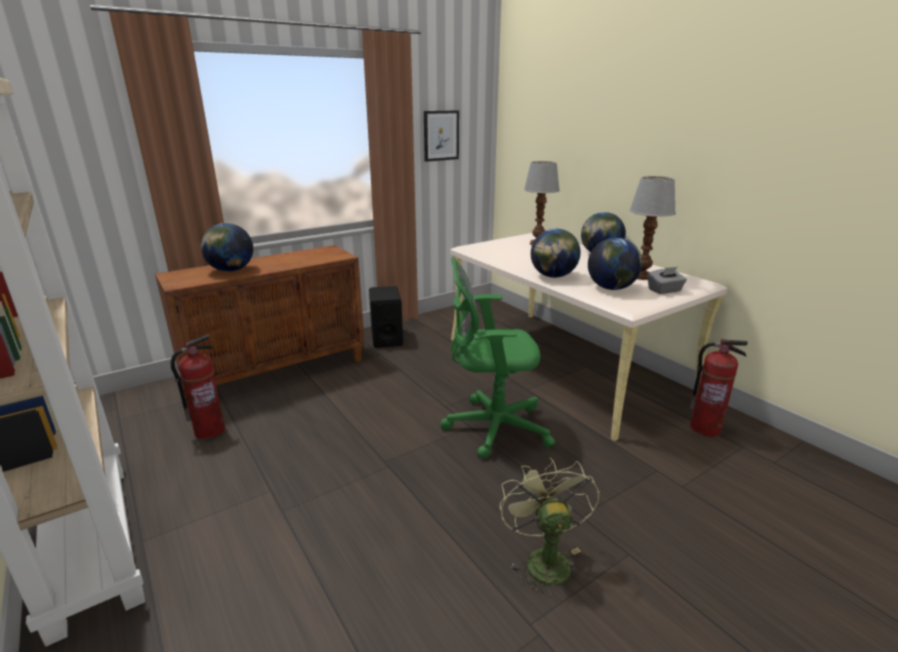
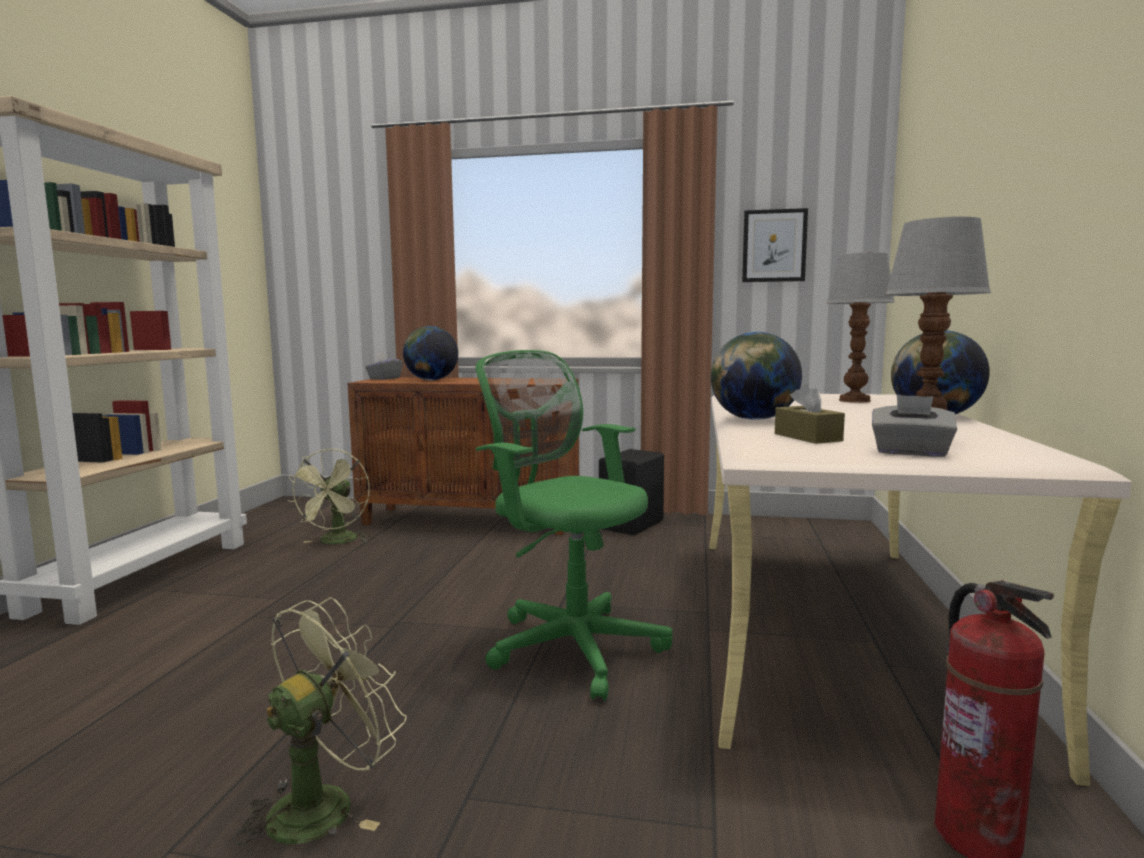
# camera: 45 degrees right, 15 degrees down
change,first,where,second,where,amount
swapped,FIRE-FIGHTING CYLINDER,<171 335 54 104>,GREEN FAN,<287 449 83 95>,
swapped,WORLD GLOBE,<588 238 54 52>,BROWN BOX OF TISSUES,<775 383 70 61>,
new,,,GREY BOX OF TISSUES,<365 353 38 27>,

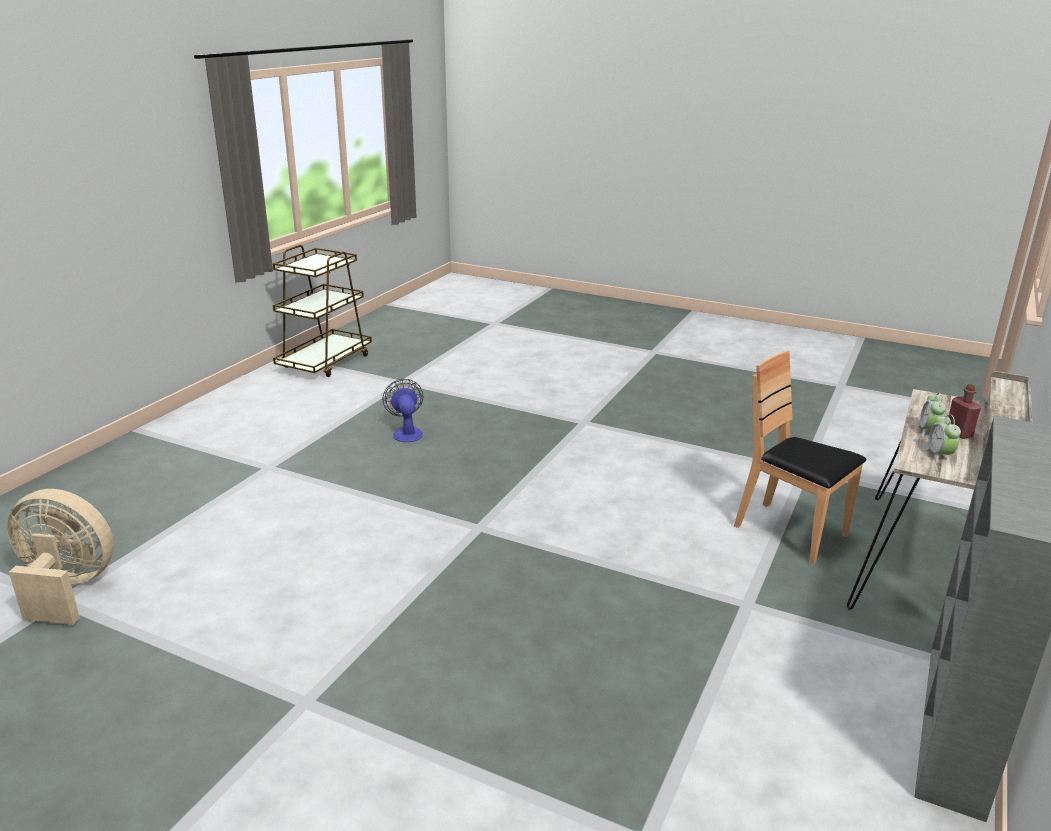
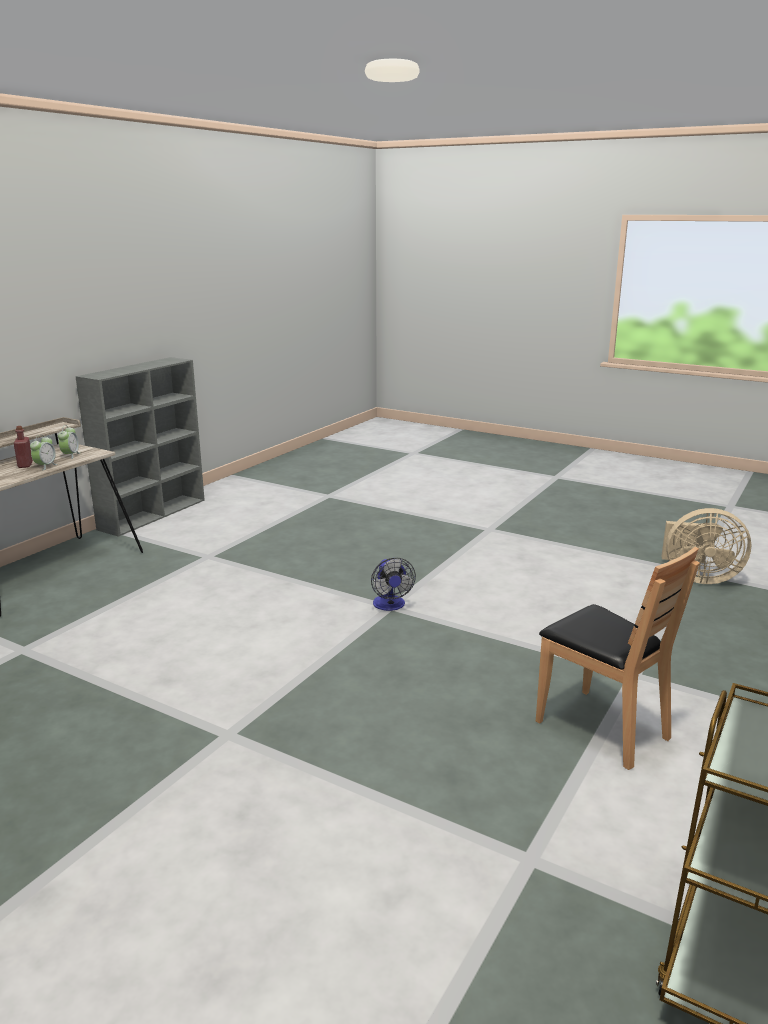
# camera: 175 degrees left, 5 degrees down
change,first,where,second,where,amount
shifted,FAN,<383 379 40 63>,,<371 558 45 53>,
shifted,BROWN CHAIR,<734 350 132 215>,,<536 547 164 223>,

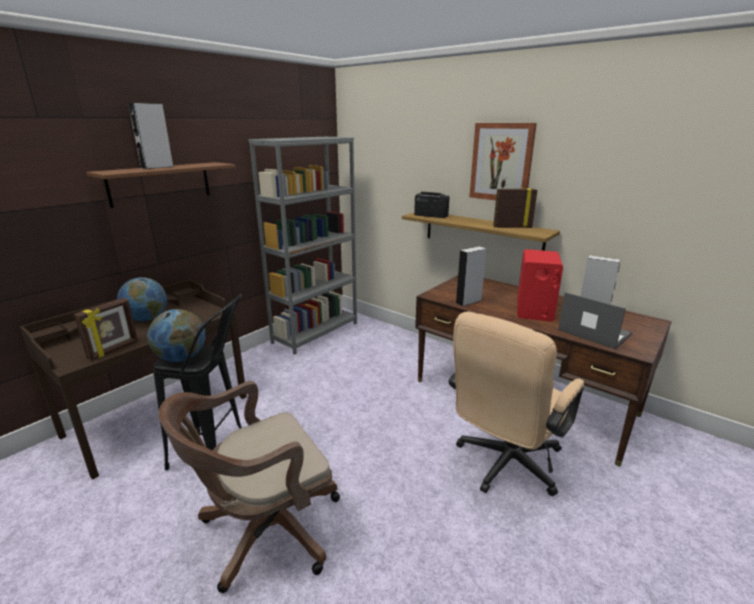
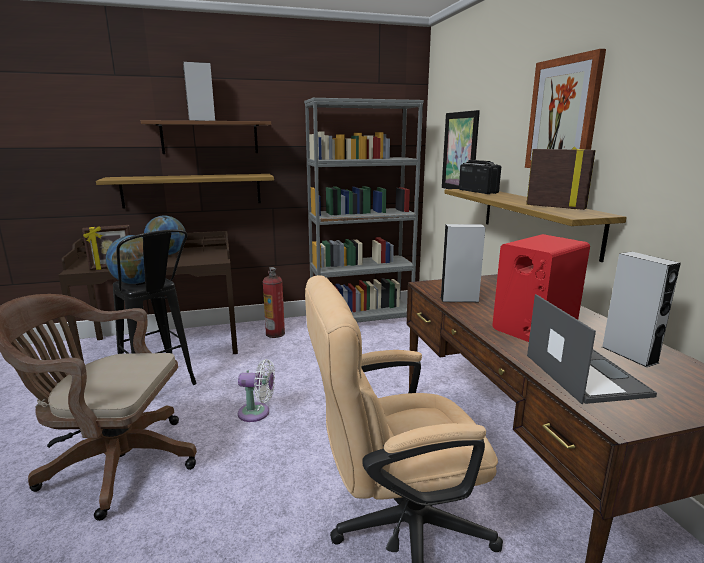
# camera: 35 degrees right, 5 degrees down
change,first,where,second,where,amount
new,,,BRACKET SHELF,<96 174 178 34>,
new,,,WHITE-COLOURED FAN,<238 359 37 63>,
new,,,FIRE-FIGHTING CYLINDER,<263 267 22 71>,
new,,,WALL ART,<442 110 38 79>,

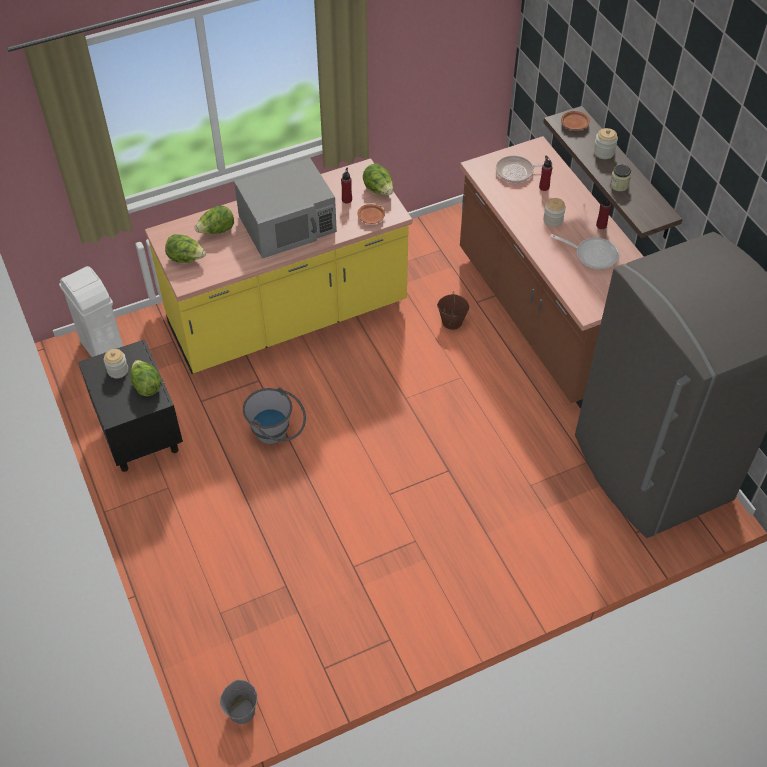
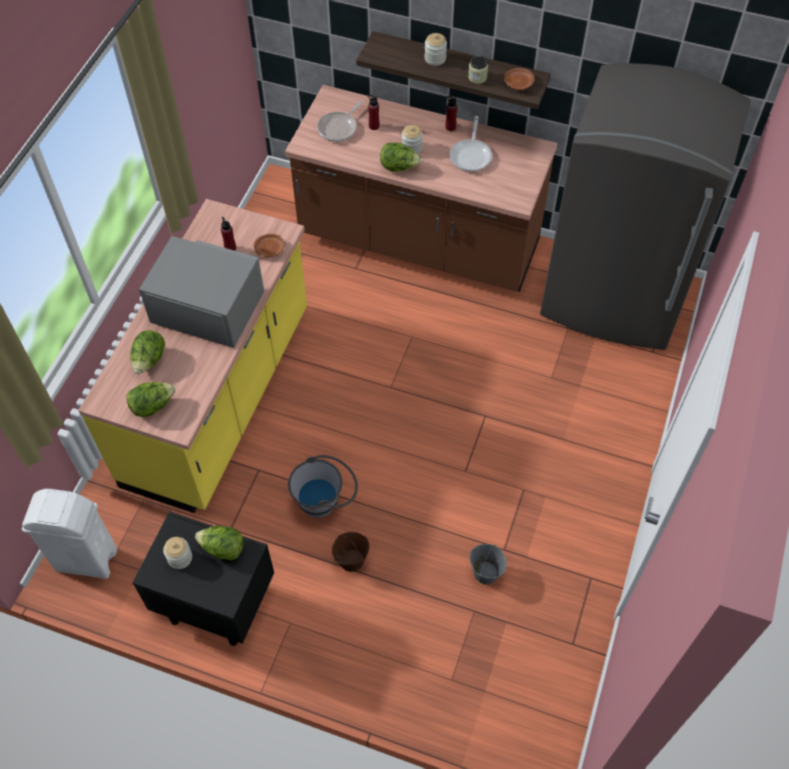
# camera: 45 degrees left, 5 degrees up
change,first,where,second,where,amount
shifted,GREY PAIL,<220 680 37 44>,,<470 544 37 40>,
rotated,GREY MICROWAVE,<234 158 103 101>,,<139 236 125 112>,90 degrees counterclockwise
shifted,LETTUCE,<363 163 30 32>,,<380 143 42 29>,
shifted,BROWN PAIL,<437 291 32 39>,,<332 532 38 40>,
rotated,FRYING PAN,<550 234 69 36>,,<450 116 42 56>,120 degrees clockwise
shifted,BROWN PLATE,<561 111 29 19>,,<504 68 31 22>,

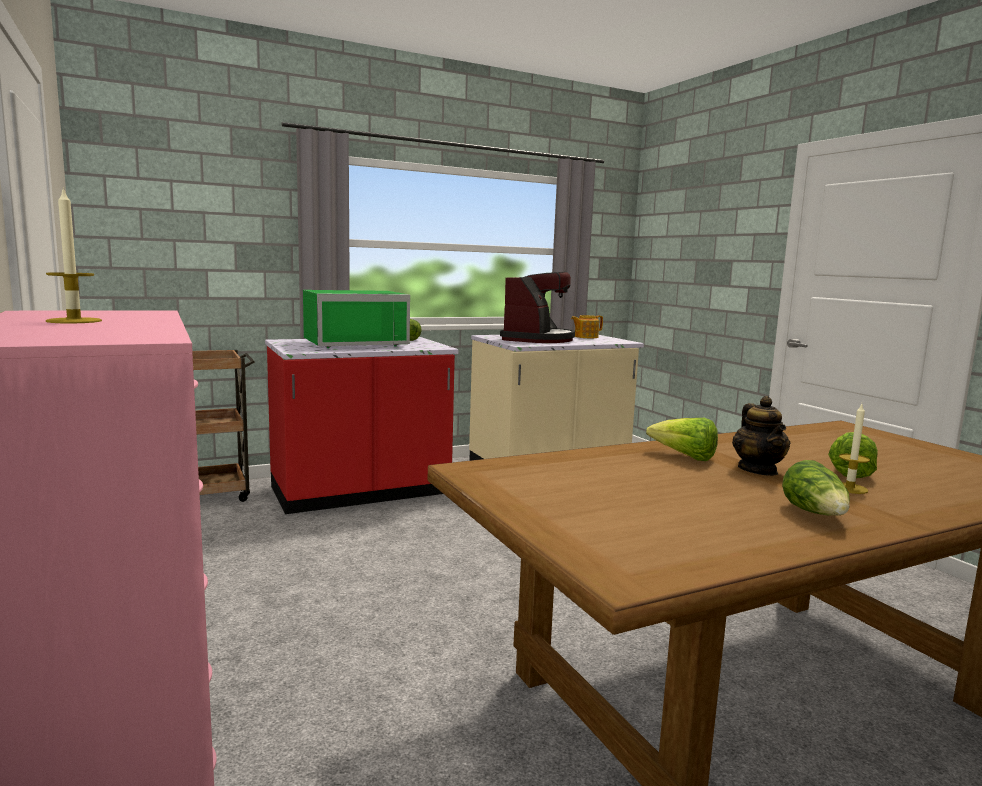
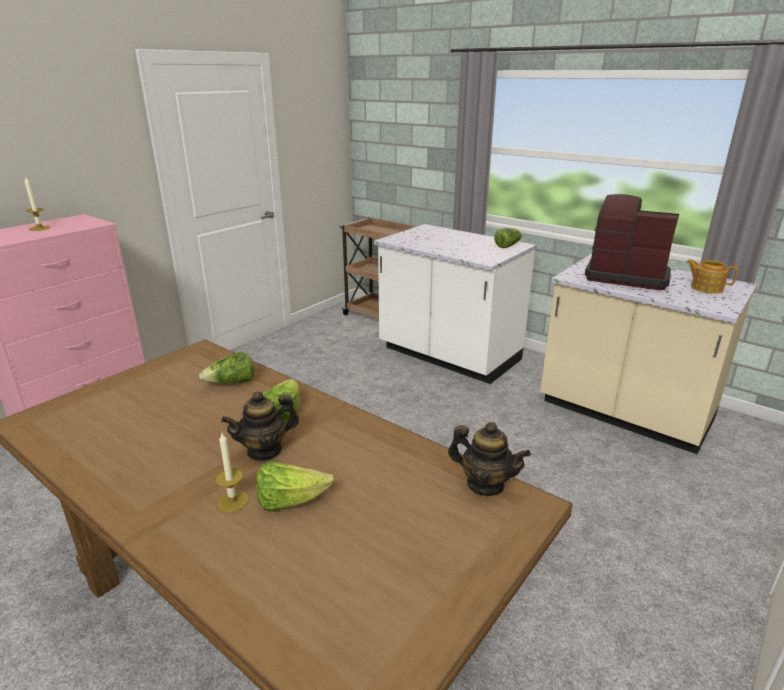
# camera: 65 degrees right, 15 degrees up
change,first,where,second,where,amount
repainted,RED-COLOURED KITCHEN BASE UNIT,<265 337 194 177>,WHITE-COLOURED KITCHEN BASE UNIT,<374 224 163 160>,
gone,GREEN MICROWAVE,<303 290 107 58>,,,
rotated,COFFEE MACHINE,<500 272 75 71>,,<585 194 94 96>,150 degrees counterclockwise
shifted,LETTUCE,<782 460 68 56>,,<199 352 55 32>,
new,,,TEAPOT,<448 422 83 74>,

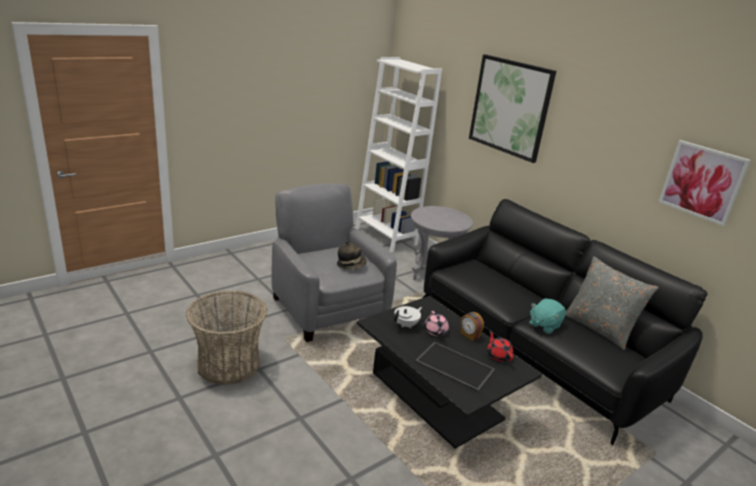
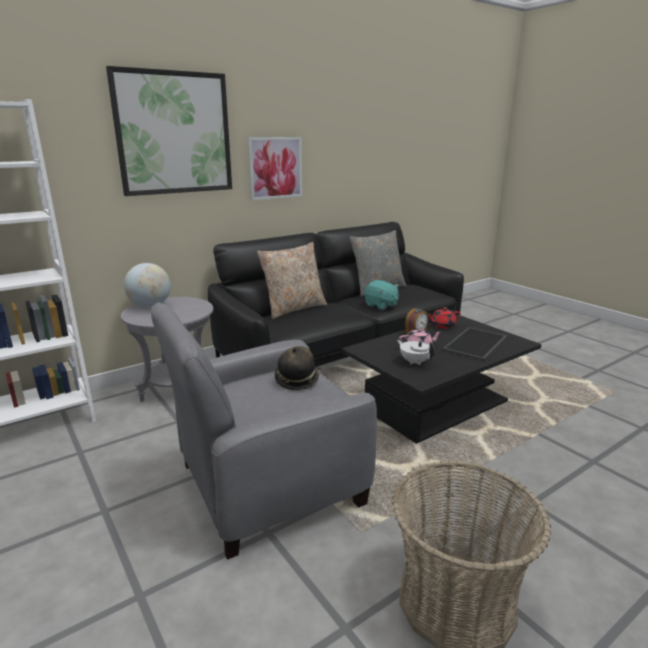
# camera: 85 degrees left, 5 degrees down
change,first,where,second,where,amount
shifted,WALL ART,<658 140 93 86>,,<248 137 54 63>,
new,,,WORLD GLOBE,<124 263 47 45>,
new,,,SAND-COLOURED CUSHION,<257 242 70 77>,

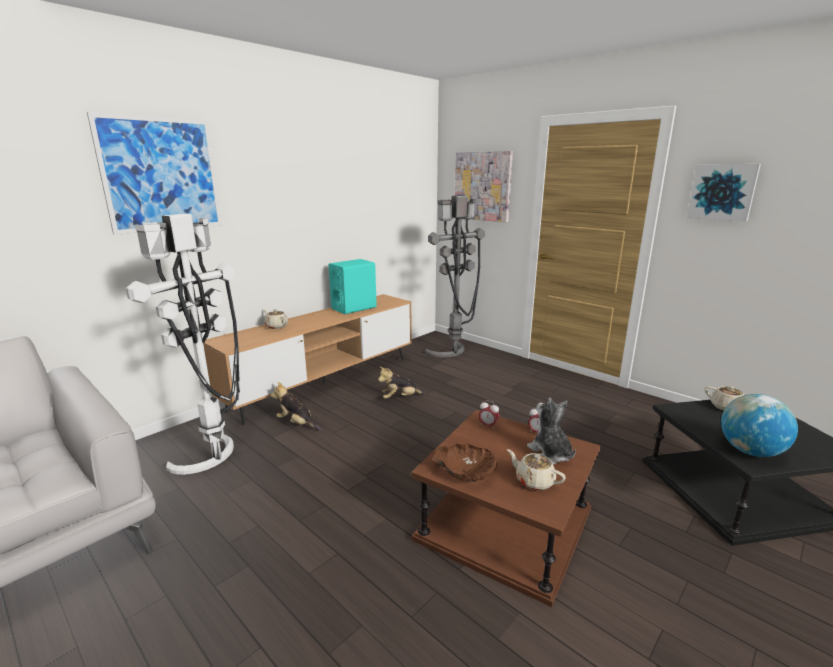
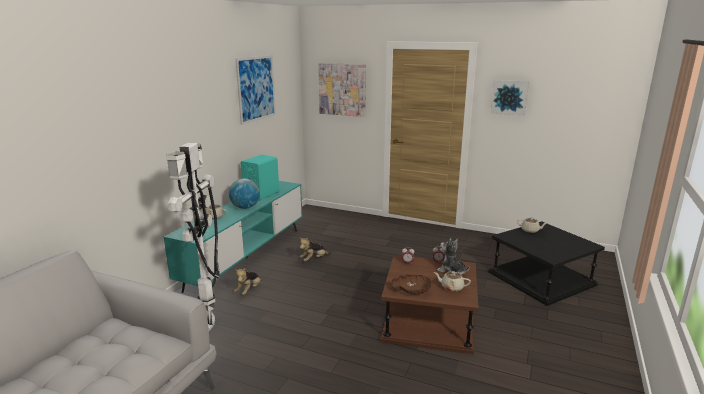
# camera: 20 degrees left, 0 degrees up
change,first,where,second,where,amount
shifted,WALL ART,<87 112 135 123>,,<235 55 41 70>,
repainted,BROWN MEDIA CONSOLE,<203 294 208 131>,TURQUOISE-COLOURED MEDIA CONSOLE,<164 181 138 112>,
rotated,SOFT TOY,<271 382 50 49>,,<234 268 28 27>,75 degrees counterclockwise
gone,GREY STANDARD LAMP,<426 195 59 163>,,,
shifted,WORLD GLOBE,<721 394 77 63>,,<229 178 31 31>,

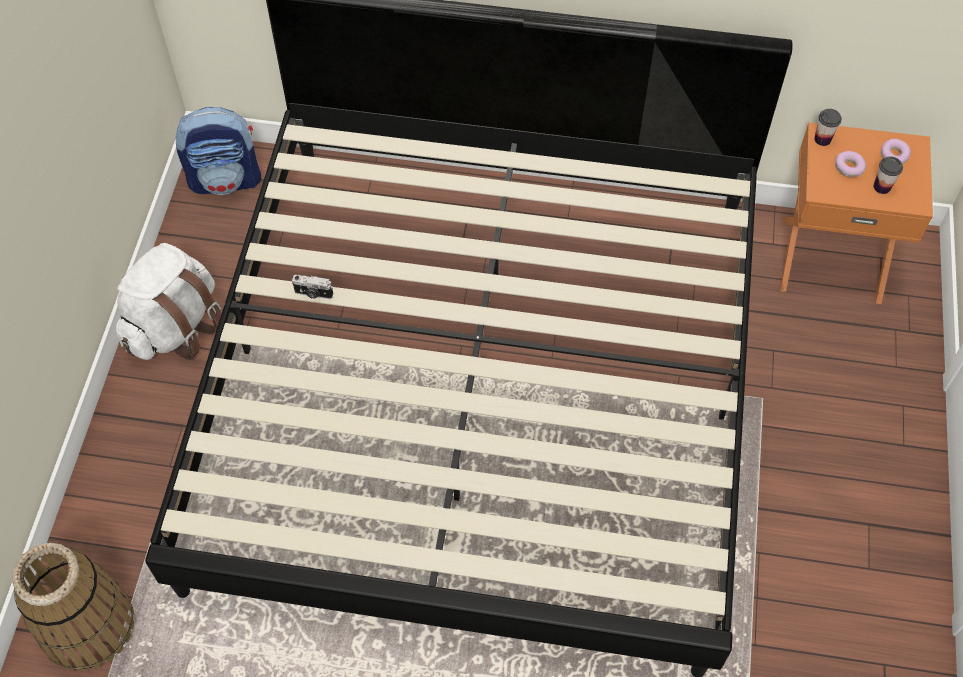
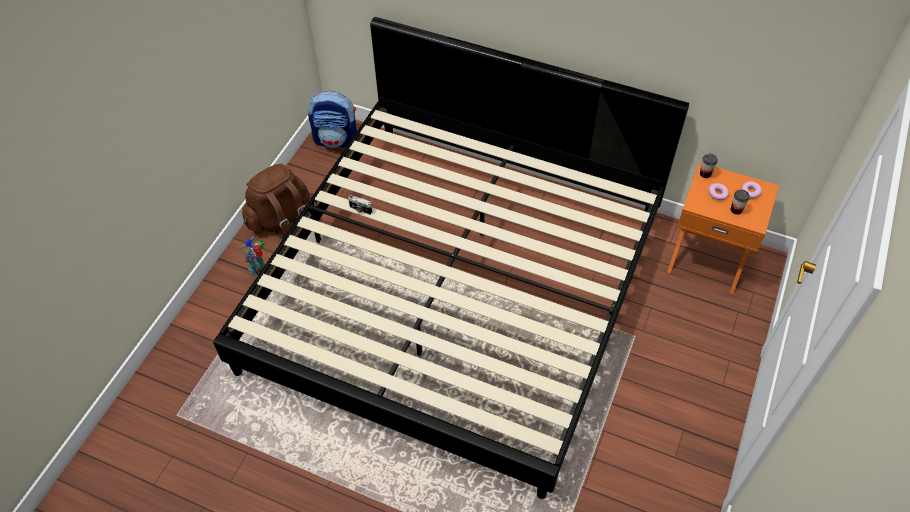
# camera: 15 degrees right, 5 degrees down
change,first,where,second,where,amount
gone,HOUSEHOLD BASKET,<12 543 122 128>,,,
repainted,WHITE-COLOURED RUCKSACK,<116 243 106 117>,BROWN RUCKSACK,<242 163 68 76>,
new,,,MODEL ROBOT,<239 235 26 43>,

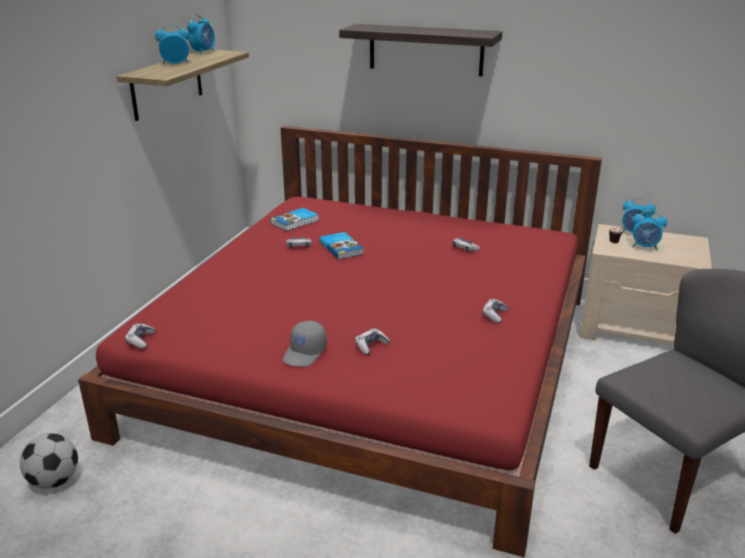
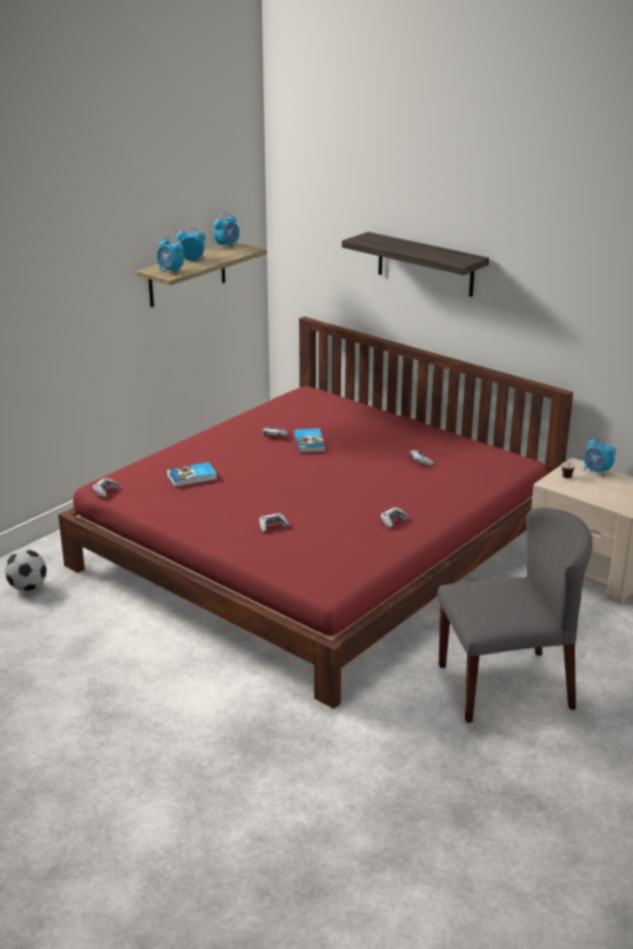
# camera: 20 degrees right, 0 degrees up
change,first,where,second,where,amount
shifted,BOOK,<270 208 49 23>,,<166 462 51 25>,
gone,GREY PEAKED CAP,<283 321 44 46>,,,
shifted,BEDSIDE CLOCK,<632 210 35 41>,,<157 235 27 39>,

